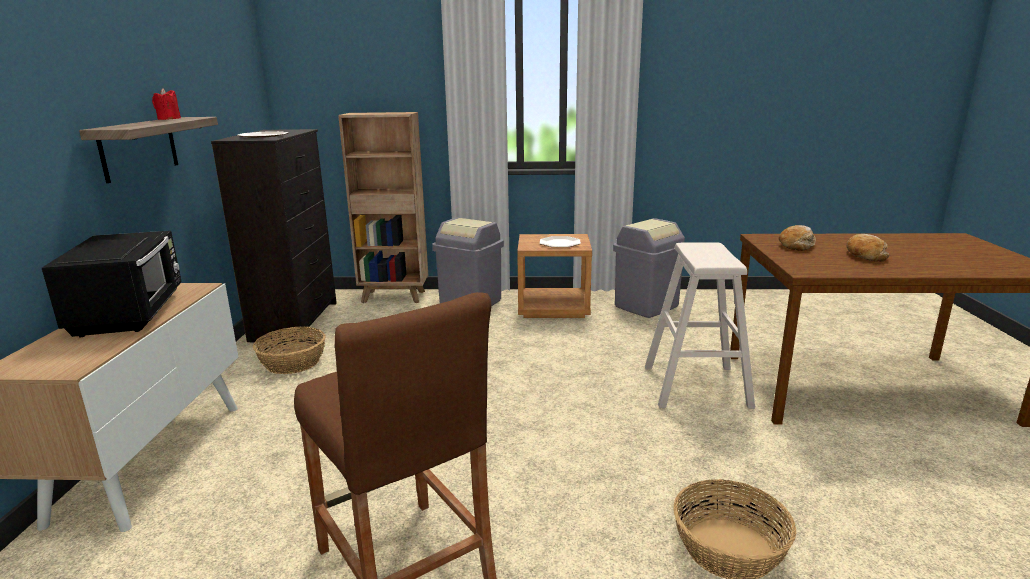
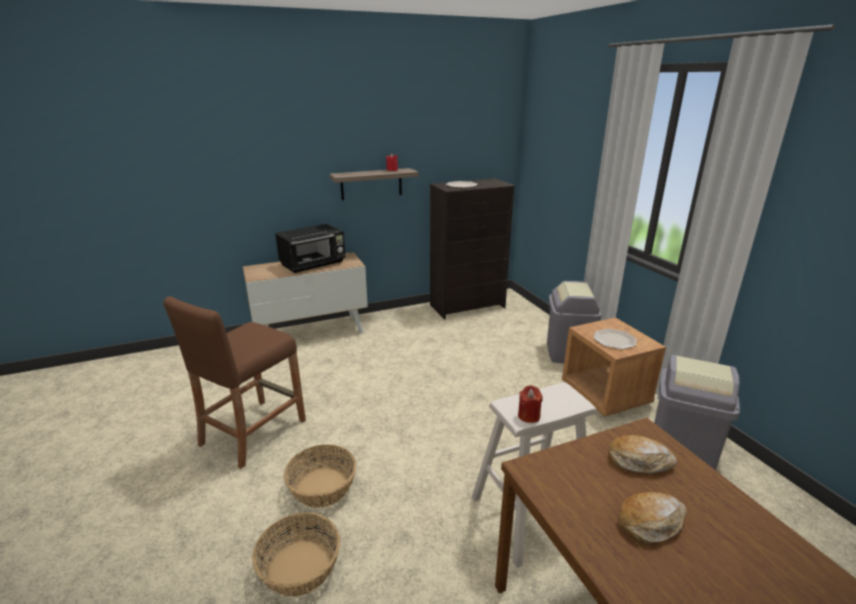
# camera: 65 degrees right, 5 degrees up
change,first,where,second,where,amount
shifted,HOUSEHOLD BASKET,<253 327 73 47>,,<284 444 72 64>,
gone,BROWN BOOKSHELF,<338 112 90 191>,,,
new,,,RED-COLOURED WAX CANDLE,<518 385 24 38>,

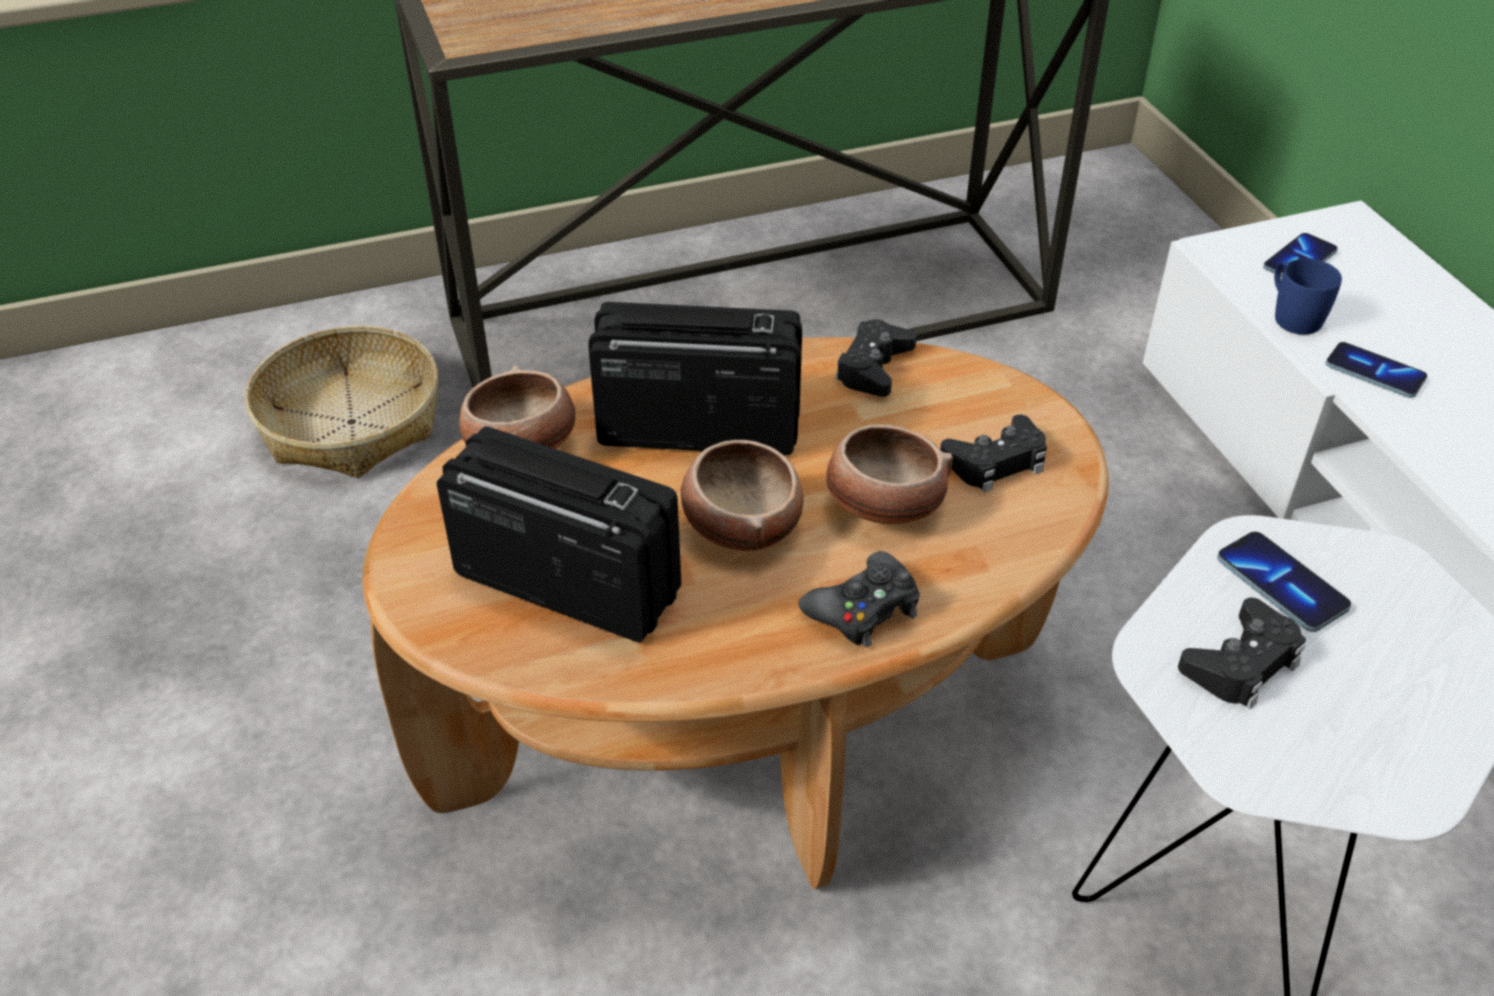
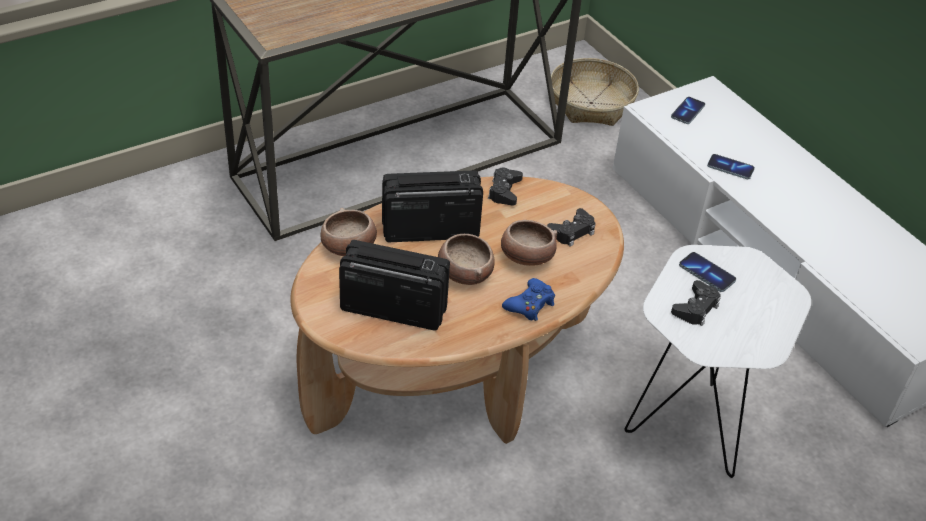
# camera: 15 degrees left, 0 degrees up
change,first,where,second,where,amount
shifted,HOUSEHOLD BASKET,<245 326 194 152>,,<551 58 88 68>,
repainted,BLACK GAMEPAD,<798 551 122 96>,BLUE-COLOURED GAMEPAD,<502 278 53 43>,
gone,BLUE-COLOURED MUG,<1274 258 68 77>,,,

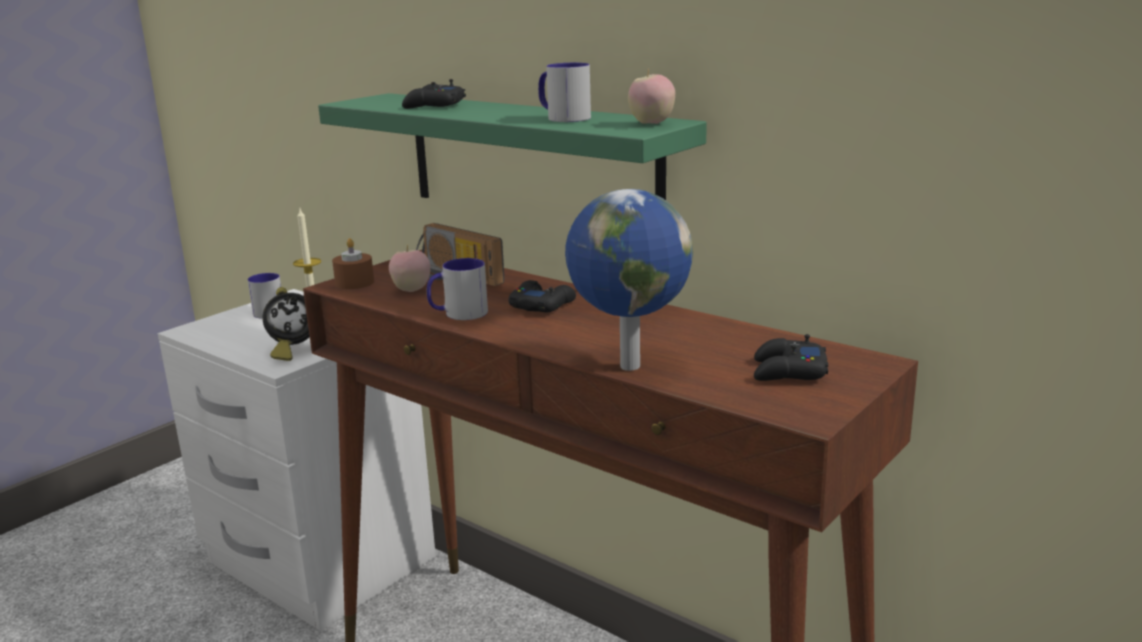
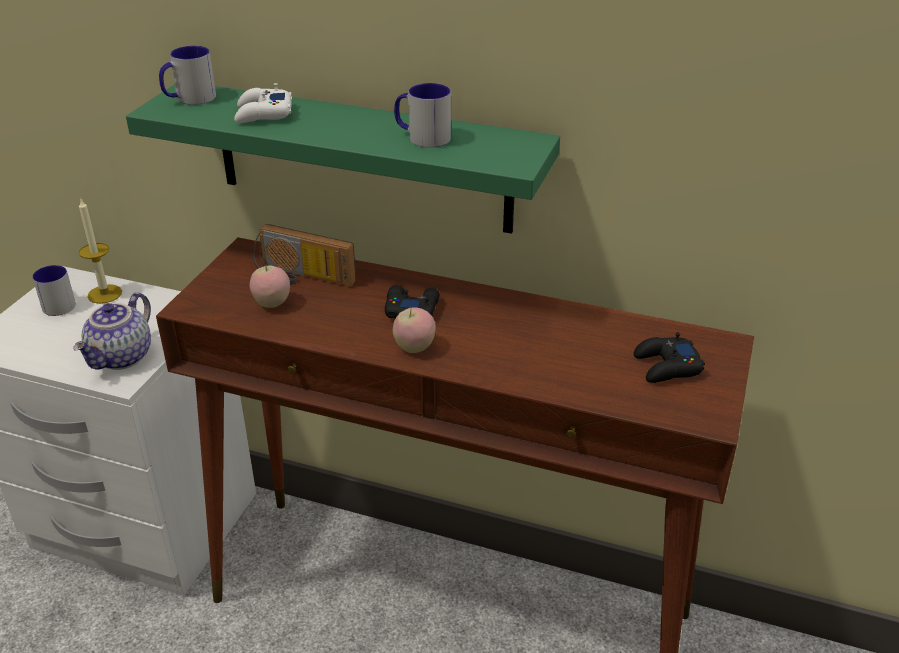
# camera: 20 degrees left, 15 degrees up
change,first,where,second,where,amount
swapped,BEDSIDE CLOCK,<262 287 48 74>,TEAPOT,<73 292 78 78>,
gone,BROWN WAX CANDLE,<332 238 42 51>,,,
repainted,BLACK GAMEPAD,<402 79 64 30>,WHITE-COLOURED GAMEPAD,<234 83 58 40>,
shifted,MUG,<427 258 61 62>,,<159 46 57 59>,
gone,WORLD GLOBE,<565 189 128 182>,,,
shifted,APPLE FRUIT,<628 68 47 56>,,<393 307 43 46>,

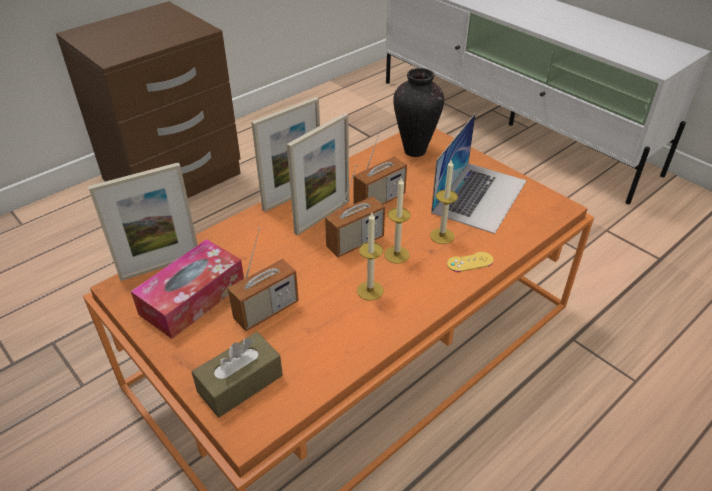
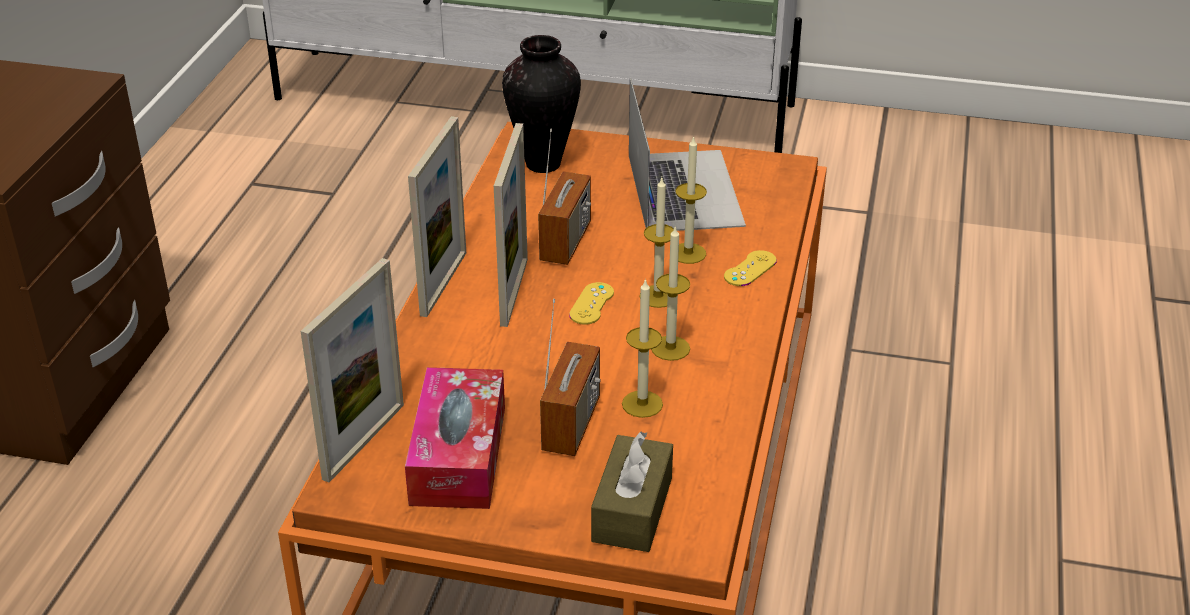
# camera: 35 degrees left, 5 degrees down
change,first,where,second,where,amount
swapped,RADIO,<325 164 60 94>,YELLOW GAMEPAD,<569 282 45 43>,
new,,,WAX CANDLE,<622 278 41 140>,

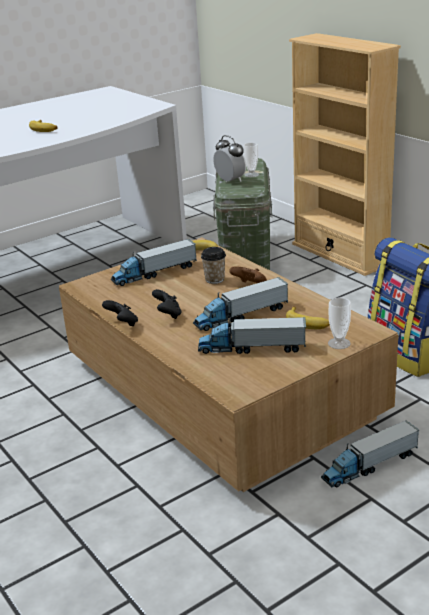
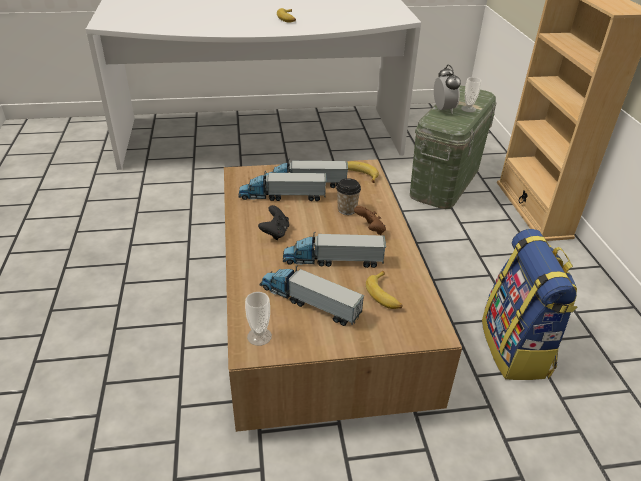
# camera: 25 degrees right, 10 degrees up
change,first,where,second,where,amount
gone,BLACK GAMEPAD,<102 300 36 26>,,,
shifted,TOY LORRY,<321 420 98 67>,,<238 171 89 30>,
shifted,CUP,<328 297 23 52>,,<245 292 27 54>,

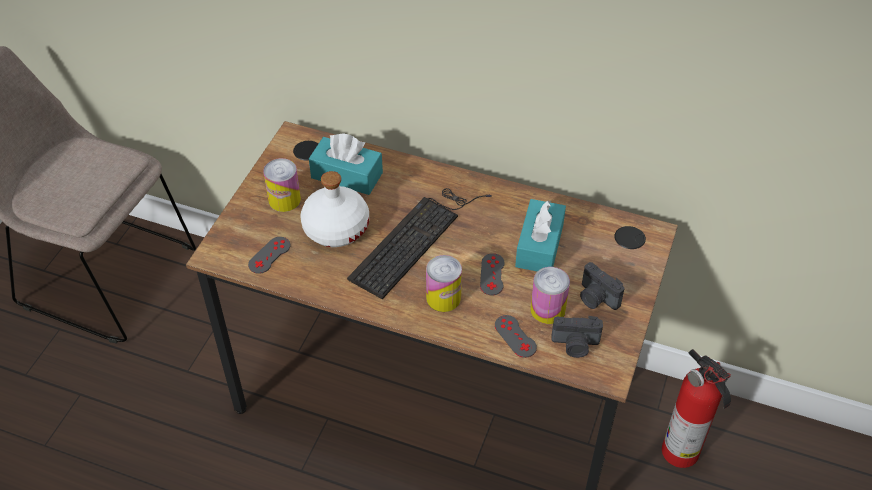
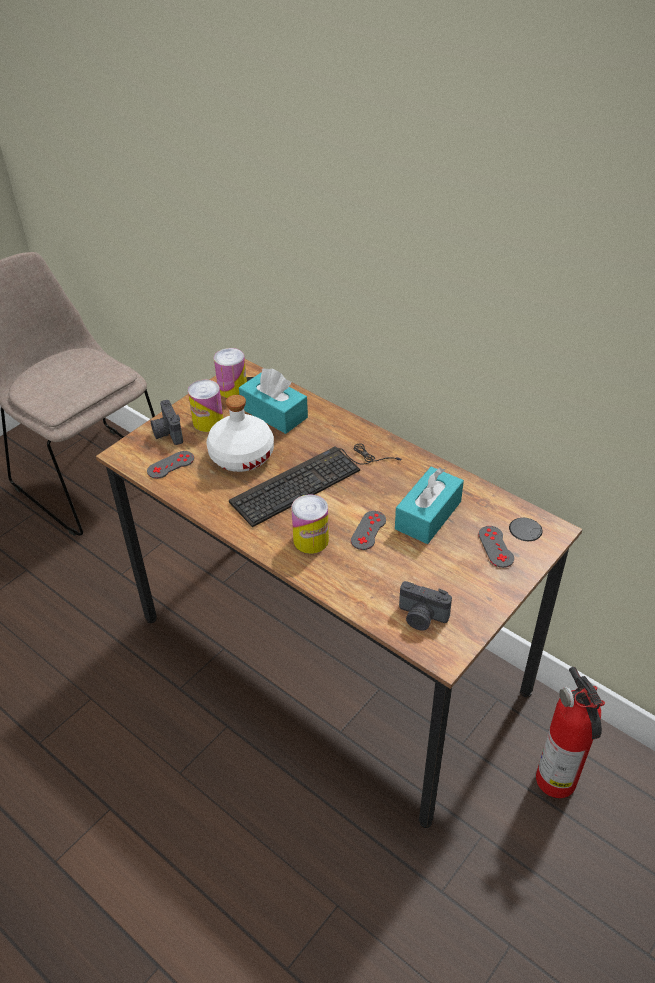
# camera: 20 degrees right, 5 degrees down
change,first,where,second,where,amount
shifted,GREY GAMEPAD,<495 315 42 43>,,<478 526 36 42>,
shifted,SEALED CAN,<530 267 40 57>,,<214 348 33 50>,
shifted,STILL CAMERA,<580 262 45 48>,,<151 400 32 45>,

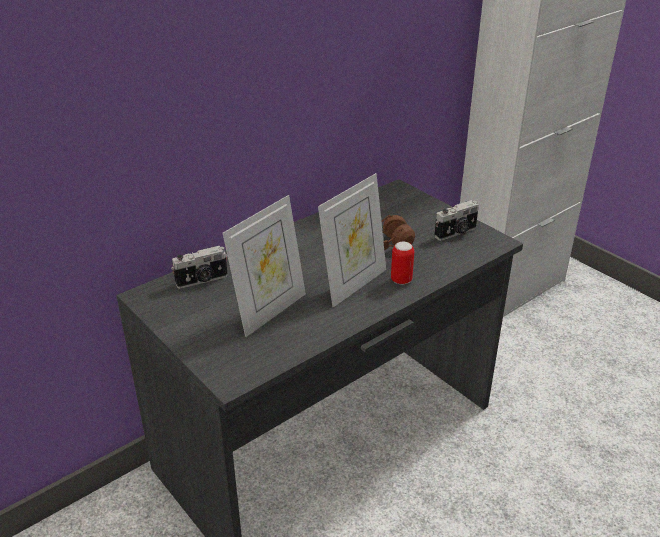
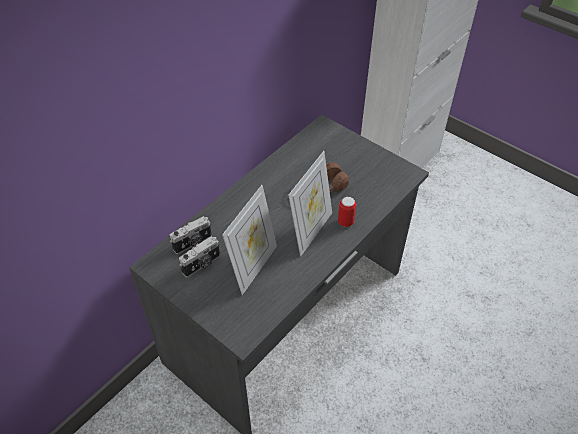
# camera: 10 degrees left, 15 degrees up
change,first,where,second,where,amount
shifted,STILL CAMERA,<434 200 45 41>,,<179 236 41 41>,

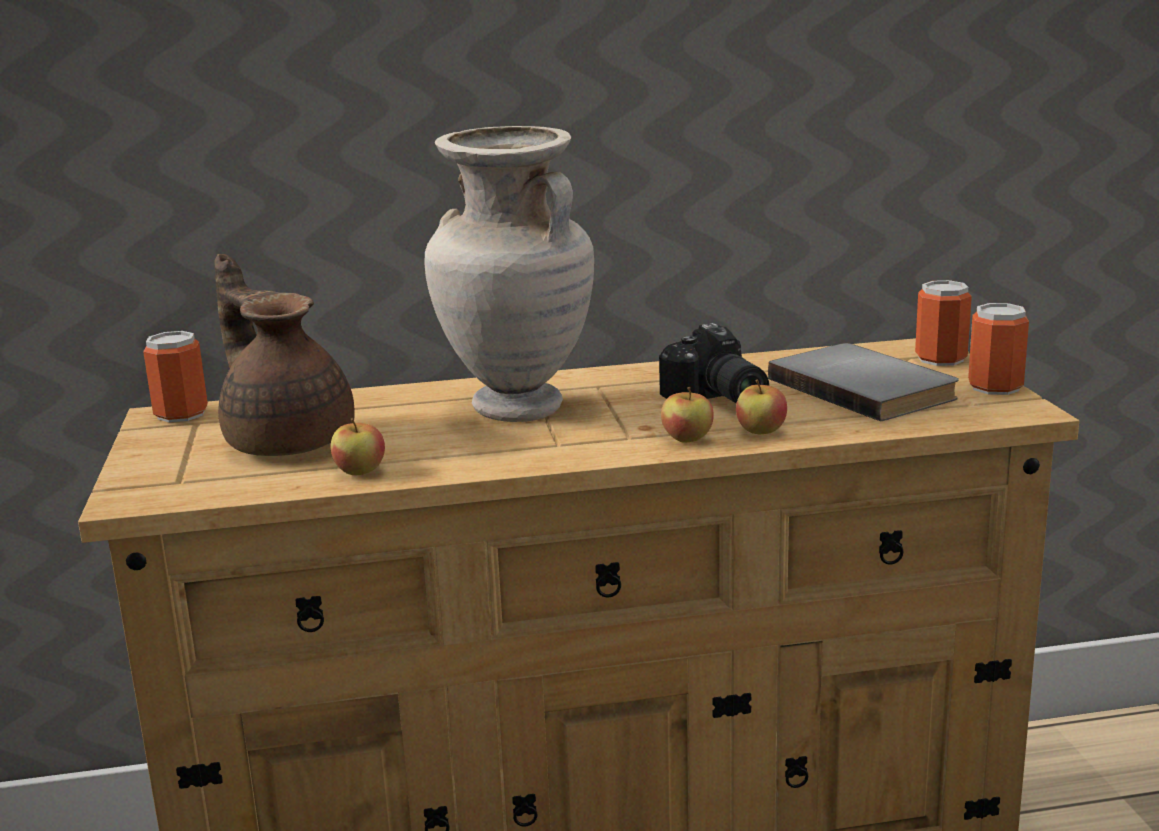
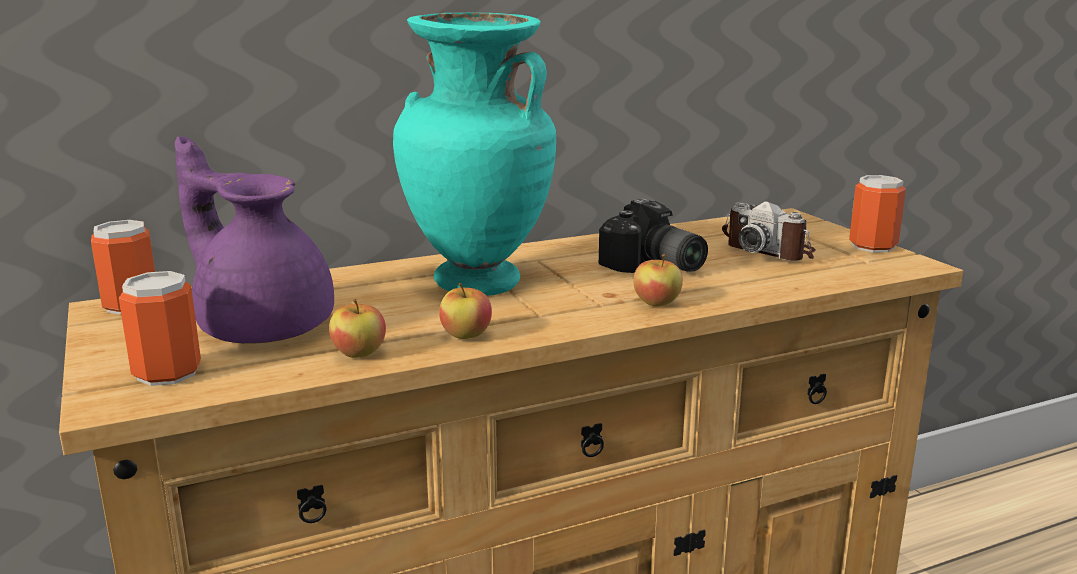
# camera: 15 degrees left, 0 degrees up
change,first,where,second,where,amount
repainted,BROWN TEAPOT,<215 254 140 202>,PURPLISH TEAPOT,<175 136 159 208>,
repainted,SAND-COLOURED DECORATIVE VASE,<425 126 169 296>,TURQUOISE-COLOURED DECORATIVE VASE,<393 13 163 283>,
shifted,APPLE FRUIT,<736 379 51 55>,,<439 282 53 57>,
swapped,GREY BOOK,<768 343 191 78>,STILL CAMERA,<722 201 94 60>,
shifted,SEALED CAN,<915 280 57 86>,,<119 271 82 115>,

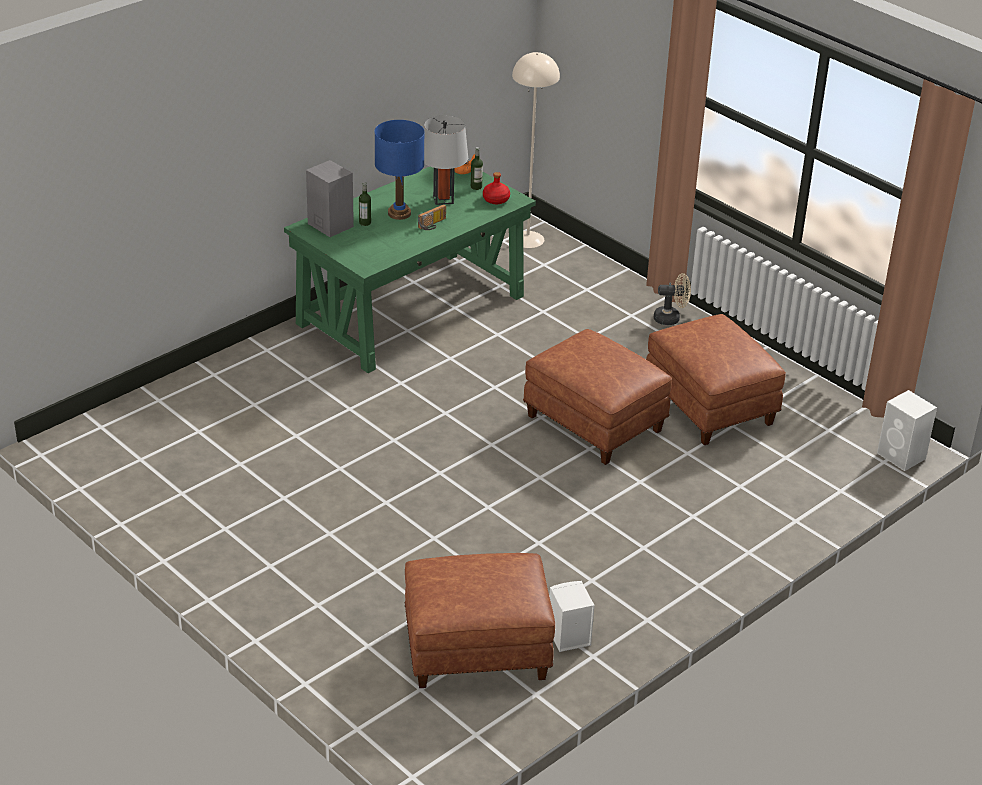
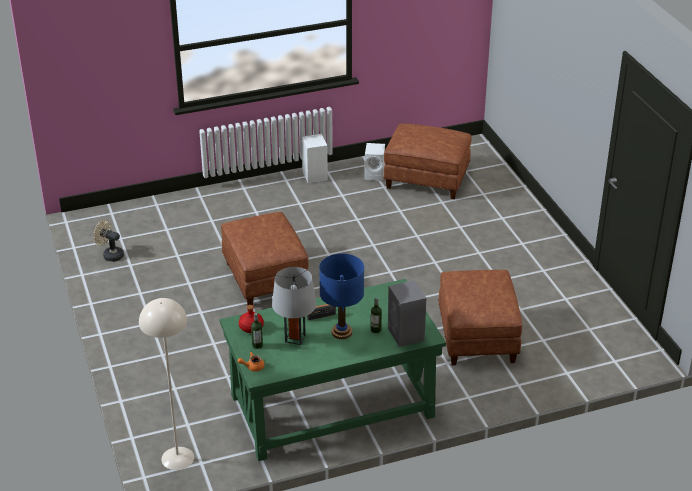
# camera: 155 degrees left, 0 degrees up
change,first,where,second,where,amount
shifted,BROWN FOOTREST,<646 314 140 131>,,<438 270 84 95>,
shifted,SAND-COLOURED FAN,<654 273 37 52>,,<93 220 31 42>,
shifted,WHITE-COLOURED LOUDSPEAKER,<877 390 60 81>,,<302 134 26 49>,

